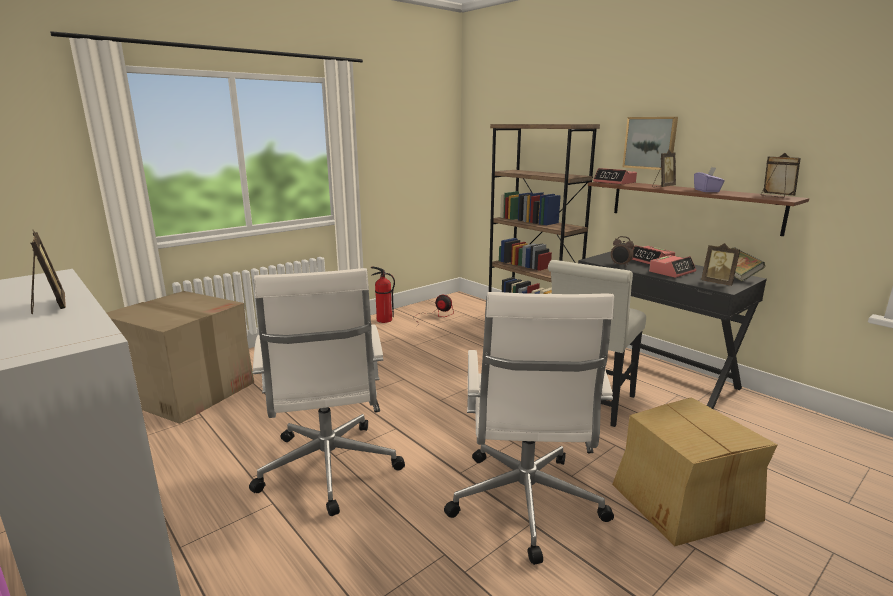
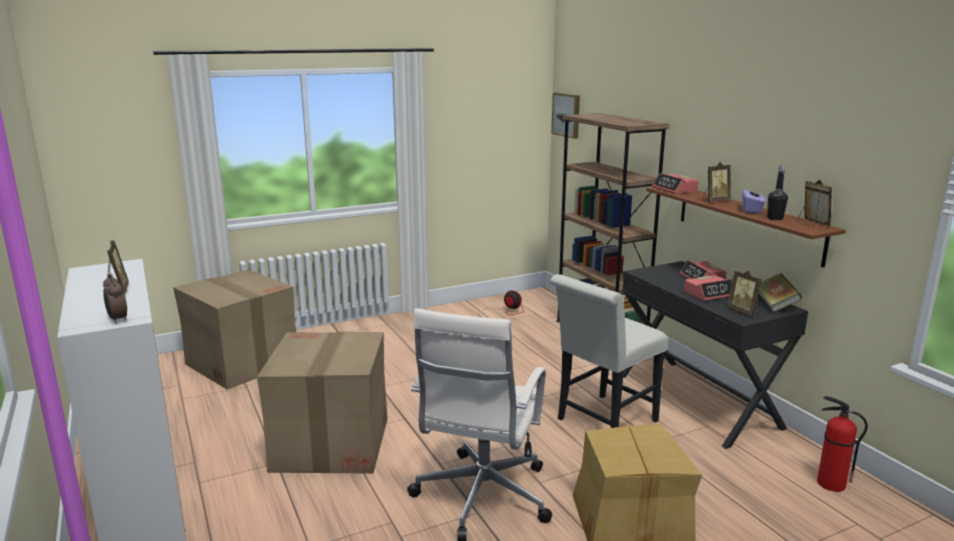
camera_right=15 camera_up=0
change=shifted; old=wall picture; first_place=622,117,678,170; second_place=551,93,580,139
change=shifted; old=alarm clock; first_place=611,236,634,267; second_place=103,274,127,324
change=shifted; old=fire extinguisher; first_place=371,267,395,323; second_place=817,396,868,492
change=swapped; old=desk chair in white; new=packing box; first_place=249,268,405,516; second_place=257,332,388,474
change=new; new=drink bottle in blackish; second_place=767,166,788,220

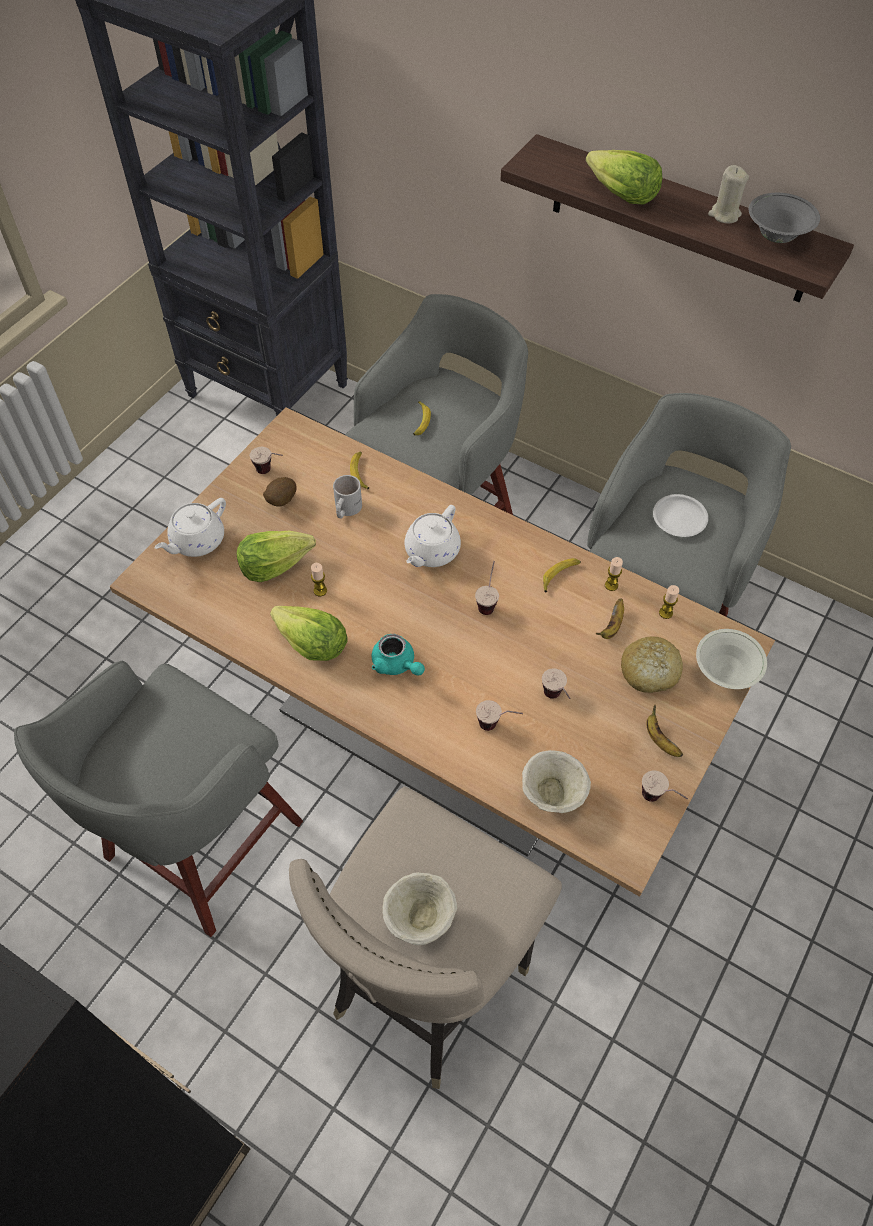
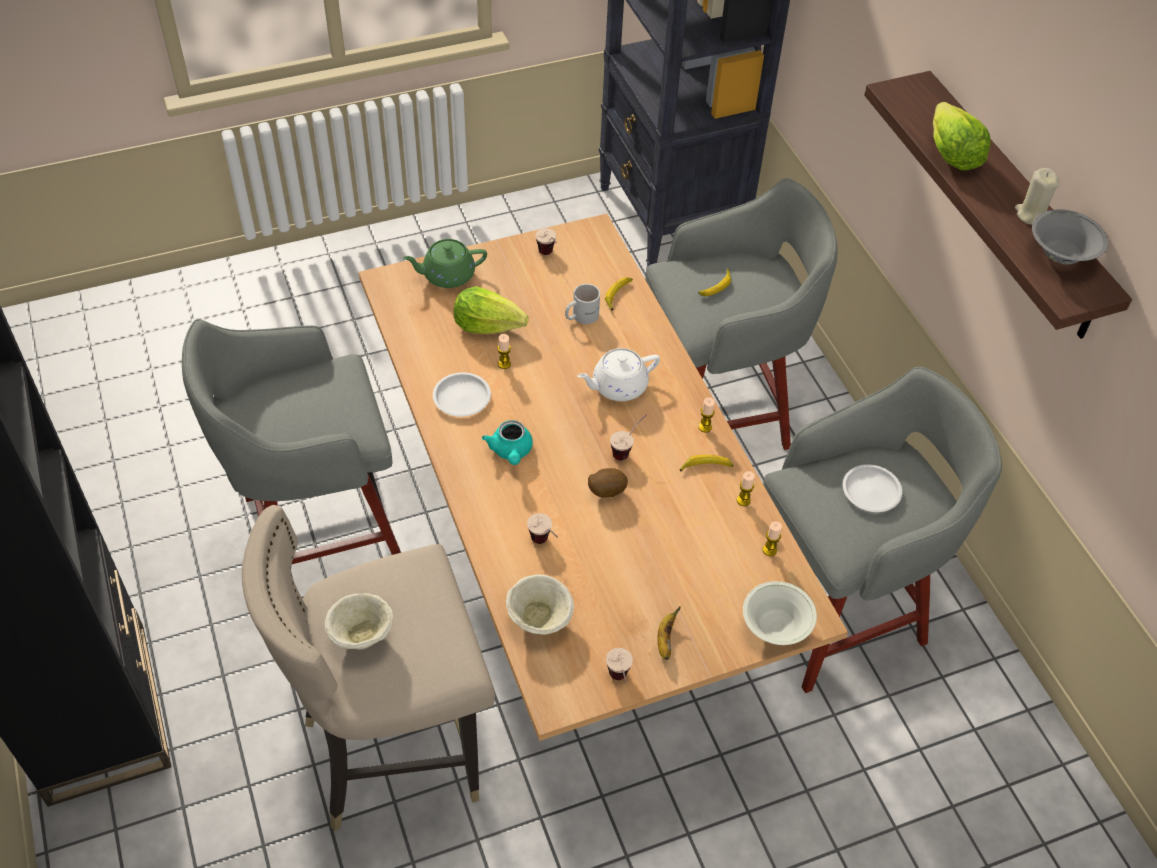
camera_right=35 camera_up=-5
change=shifted; old=potato; first_place=263,477,297,507; second_place=588,468,628,498
change=repainted; old=pot for tea in white; new=pot for tea in green; first_place=154,498,226,557; second_place=403,239,487,288
change=gone; old=whole banana; first_place=596,598,624,639
change=swapped; old=lettuce; new=plate in white; first_place=270,606,347,661; second_place=433,372,491,417
change=gone; old=bread; first_place=621,637,683,693
change=gone; old=cup; first_place=542,668,570,699
change=new; new=wax candle; second_place=698,397,715,433

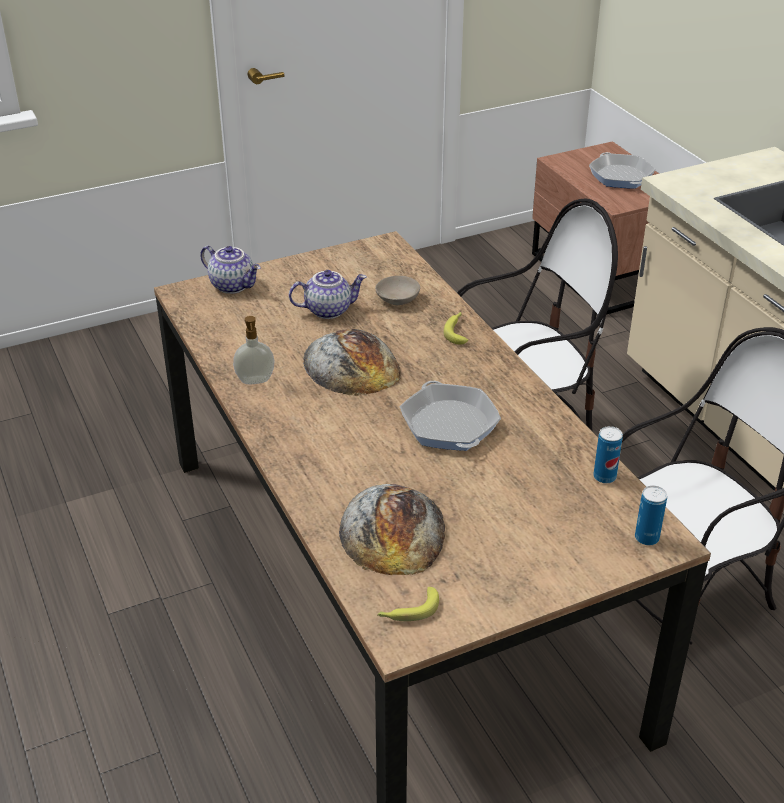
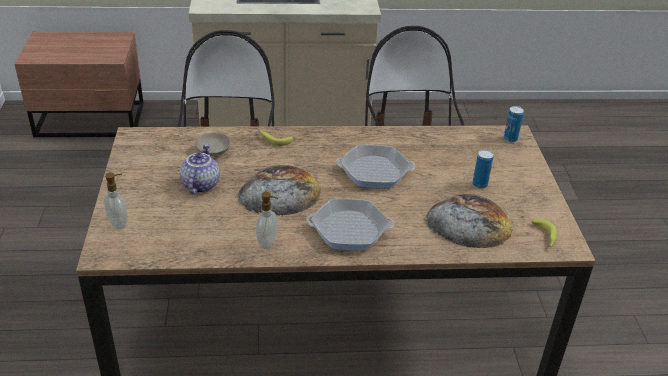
camera_right=-70 camera_up=0
change=shifted; old=pan; first_place=589,152,656,189; second_place=306,198,394,250
change=swapped; old=pot for tea; new=soap dispenser; first_place=200,246,261,294; second_place=104,173,127,230
change=shifted; old=can; first_place=593,426,623,483; second_place=473,150,494,189

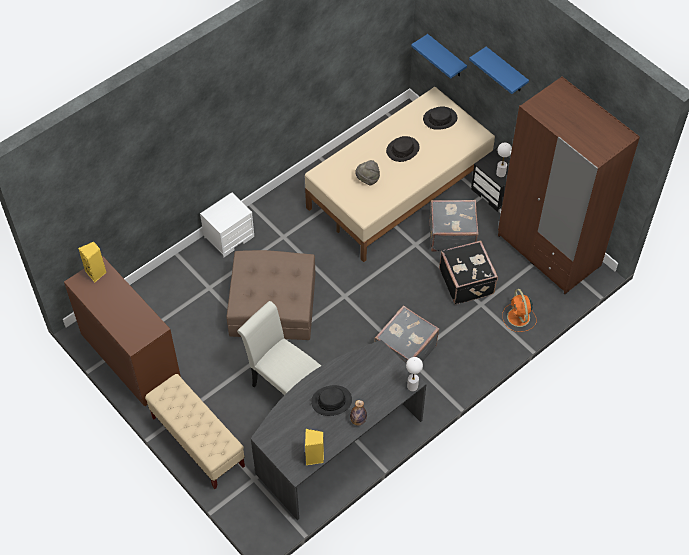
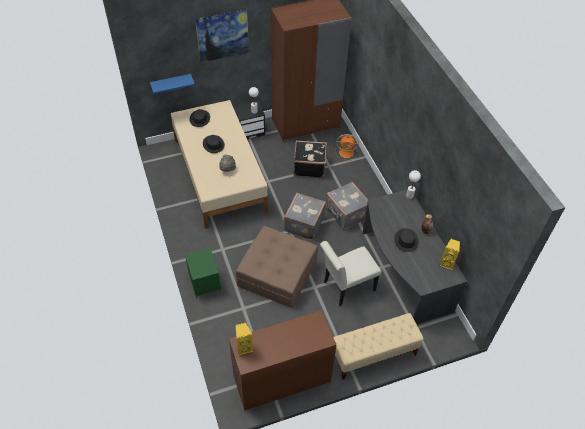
camera_right=-70 camera_up=-5
change=swapped; old=wall shelf in blue-coloured; new=wall picture; first_place=469,47,529,94; second_place=195,9,249,63
change=repainted; old=night table in white; new=night table in green; first_place=200,193,254,257; second_place=185,248,221,298
change=shifted; old=travel case in grey; first_place=430,200,479,252; second_place=284,193,326,240

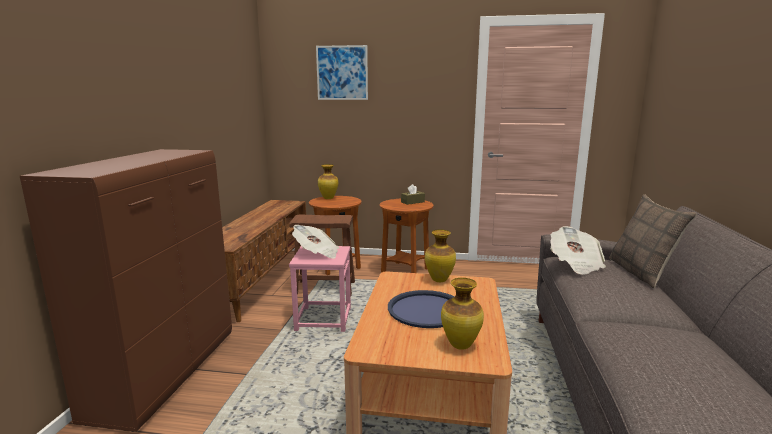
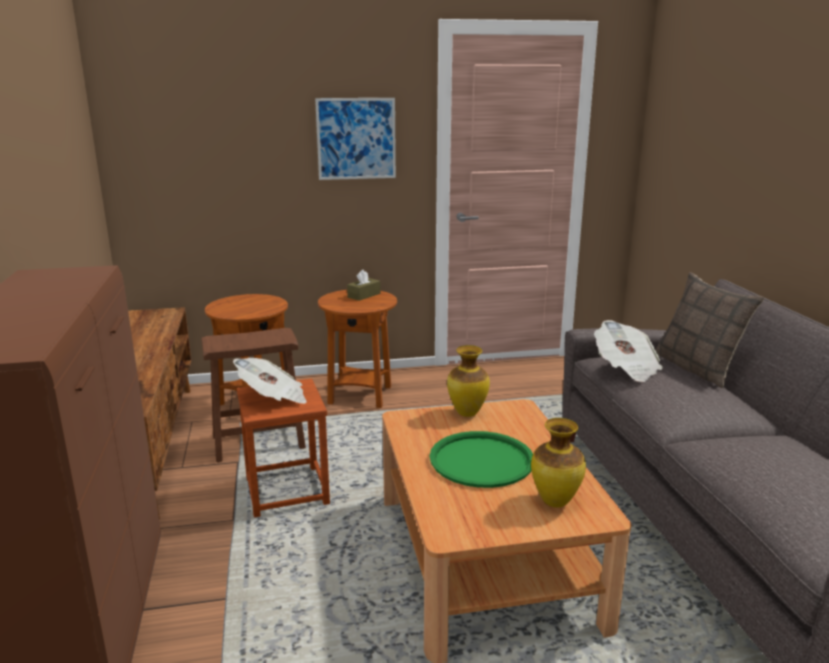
camera_right=-20 camera_up=5
change=shifted; old=wall picture; first_place=316,45,368,100; second_place=315,98,396,180
change=gone; old=decorative vase; first_place=318,164,338,199
change=repainted; old=sitting stool in pink; new=sitting stool in brown-coloured; first_place=289,246,351,332; second_place=237,379,330,518
change=repainted; old=carrying tray in blue-coloured; new=carrying tray in green; first_place=388,290,455,328; second_place=430,431,533,488

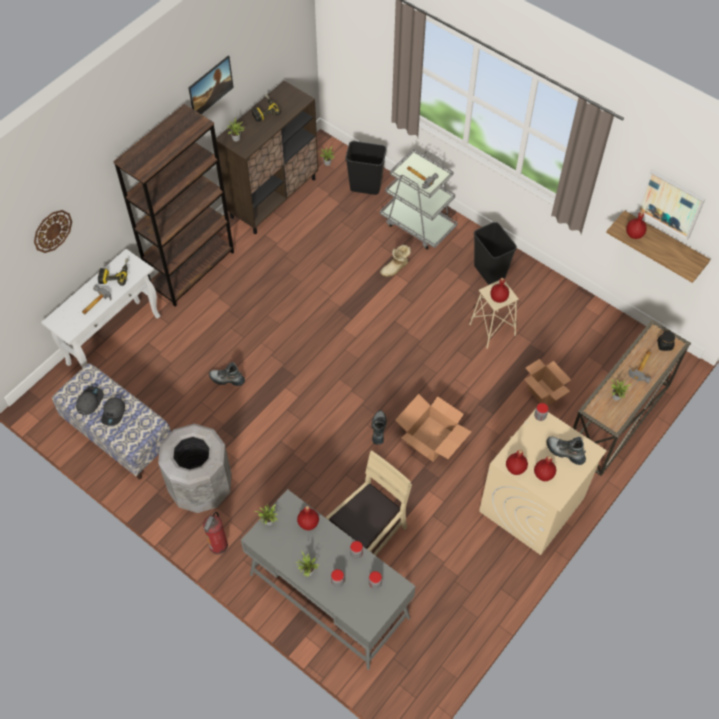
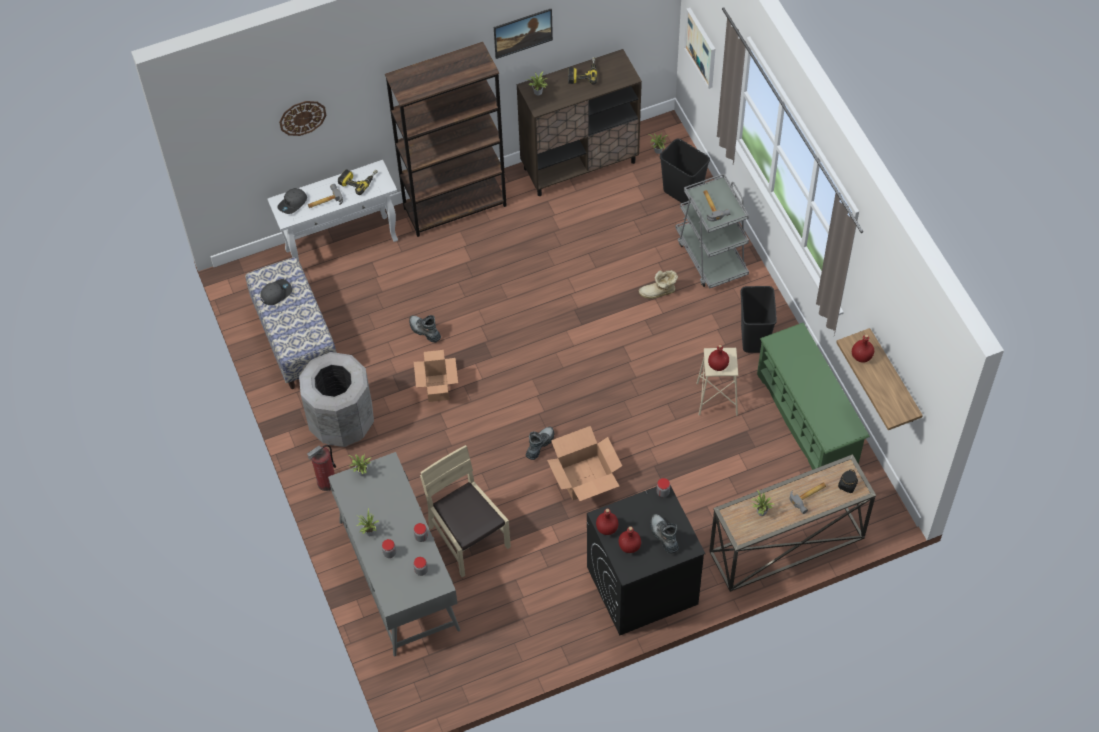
camera_right=30 camera_up=0
change=shifted; old=wall picture; first_place=637,170,705,240; second_place=684,8,715,89
change=shifted; old=packing box; first_place=524,359,571,406; second_place=414,350,458,402
change=shifted; old=peaked cap in grey; first_place=101,397,125,425; second_place=277,188,307,214
change=repainted; old=laundry machine in sand-coloured; new=laundry machine in blackish; first_place=479,409,607,555; second_place=587,485,706,636
change=rotated; old=chair in sand-coloured; first_place=326,450,412,556; second_place=420,445,511,577; degrees=-105
change=gone; old=drink bottle in red-coloured; first_place=297,506,319,530
change=new; new=shoe stand in green; second_place=757,323,870,470

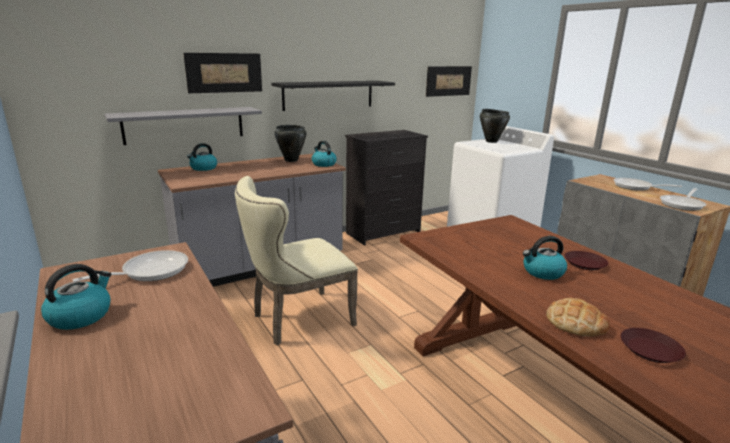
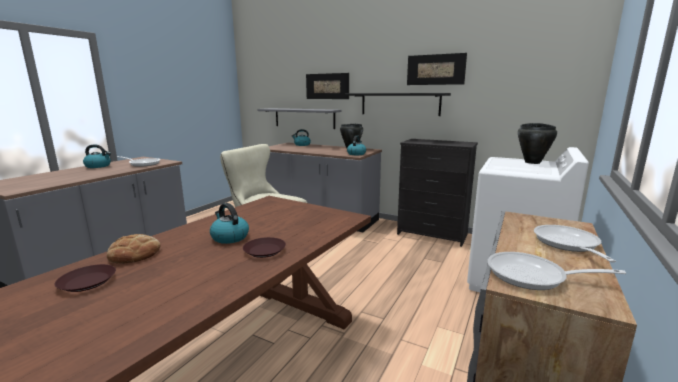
camera_right=60 camera_up=-5
change=shifted; old=wall picture; first_place=426,66,472,97; second_place=407,53,467,85

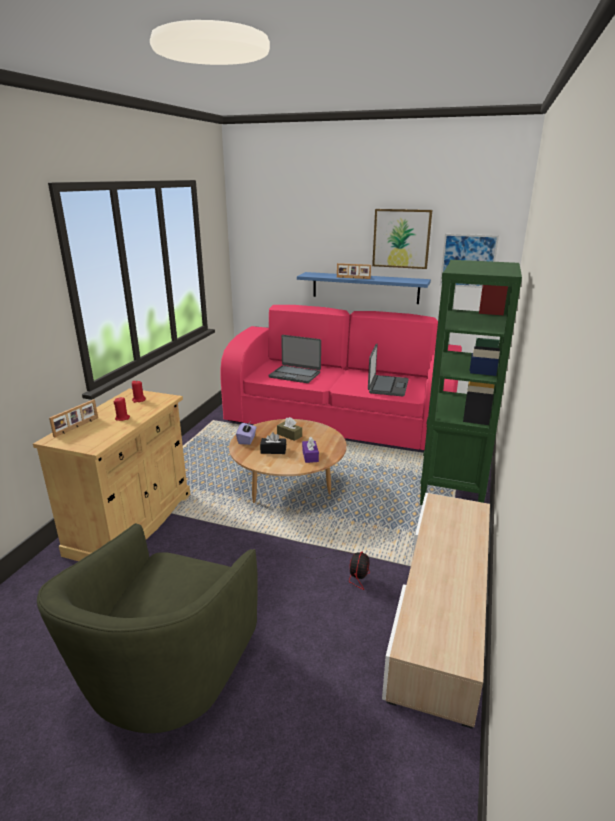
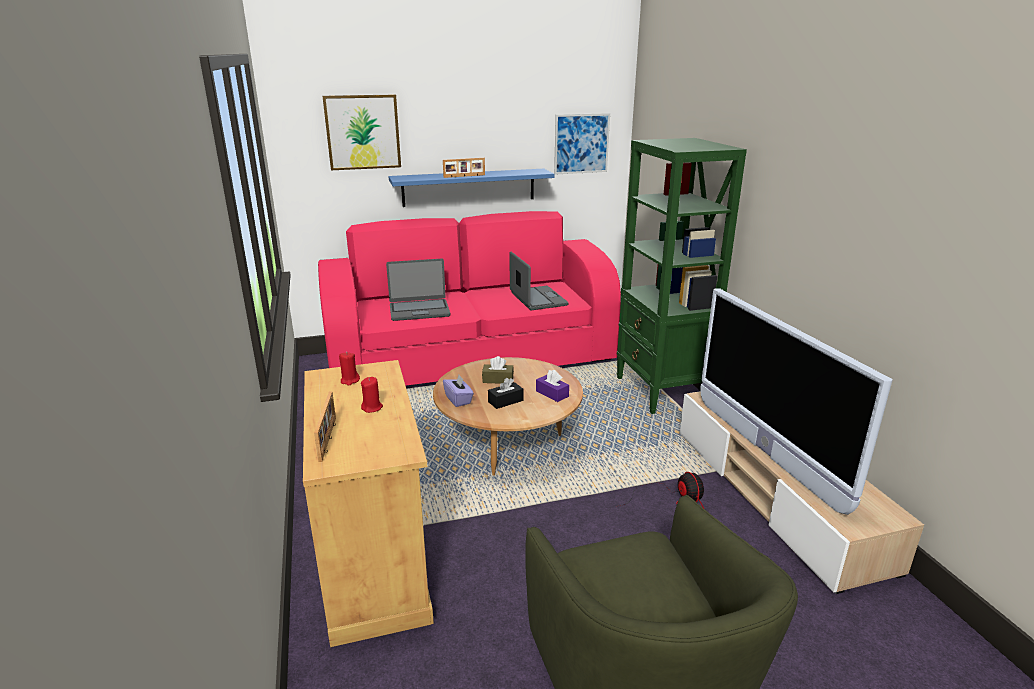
camera_right=-35 camera_up=0
change=shifted; old=wall picture; first_place=372,209,432,269; second_place=323,94,401,170
change=new; new=TV set; second_place=700,288,893,515

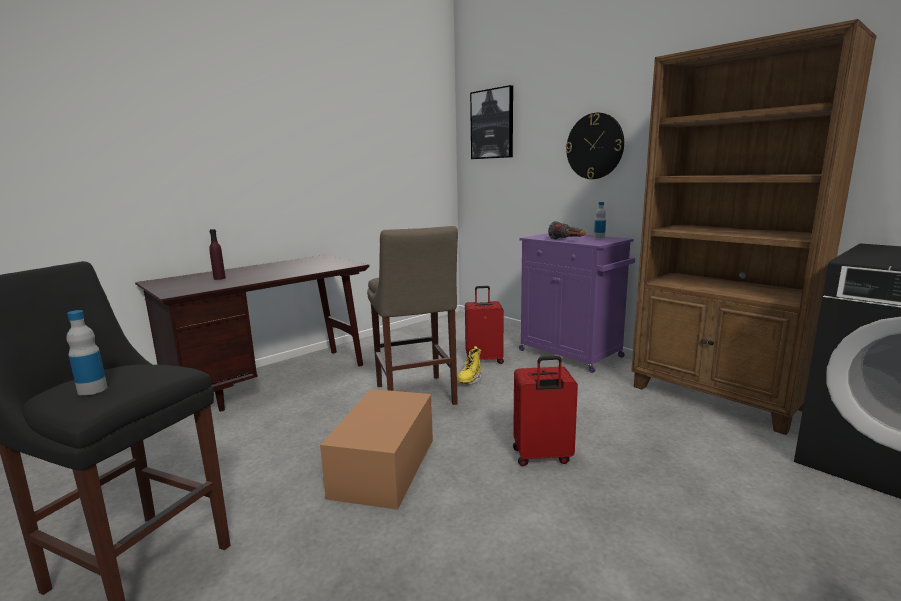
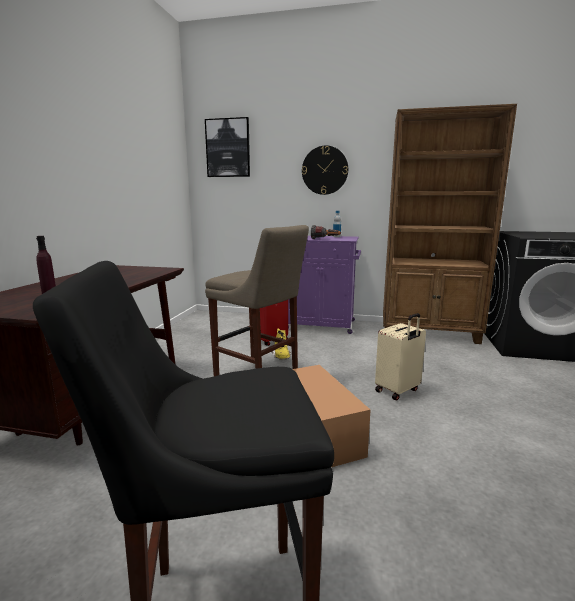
camera_right=-35 camera_up=0
change=gone; old=drink bottle; first_place=67,310,107,396
change=repainted; old=travel case in red-coloured; new=travel case in sand-coloured; first_place=513,356,578,466; second_place=375,313,426,400

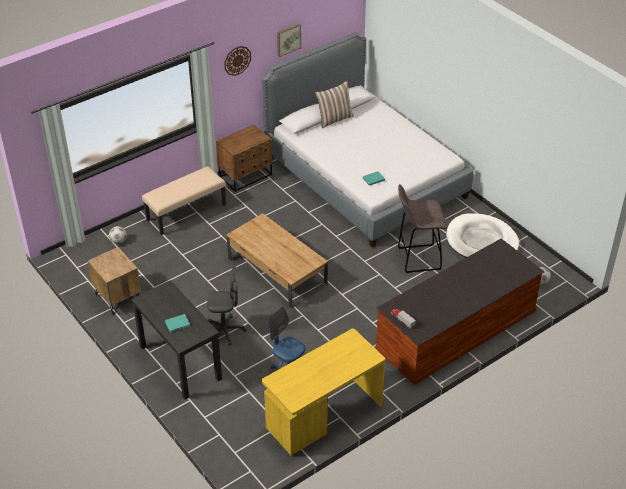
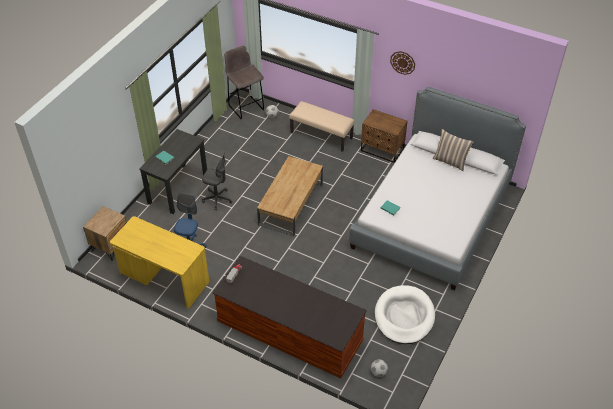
camera_right=65 camera_up=5
change=gone; old=wall picture; first_place=277,24,301,57
change=shifted; old=sitting stool in grey; first_place=398,184,447,273; second_place=224,46,264,119
change=shifted; old=night table in brown-coloured; first_place=88,247,141,315; second_place=83,206,127,261
change=rotated; old=desk chair in grey; first_place=207,264,246,346; second_place=202,153,232,210; degrees=-45

